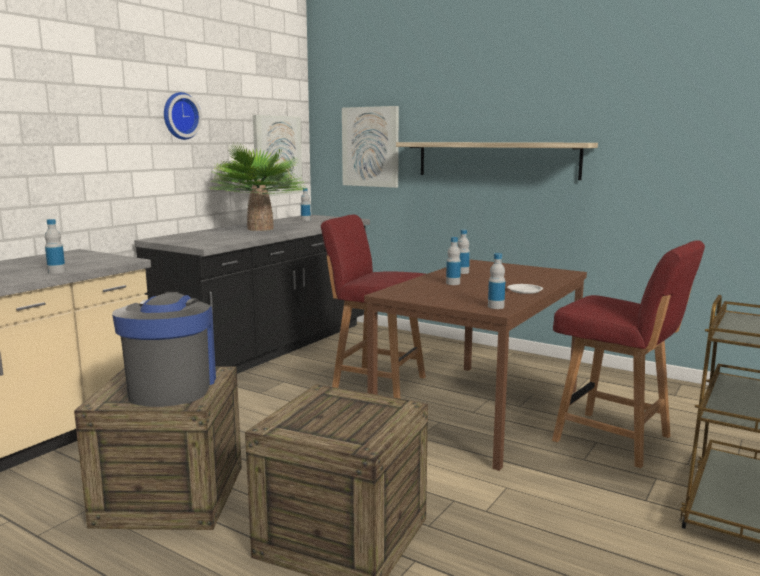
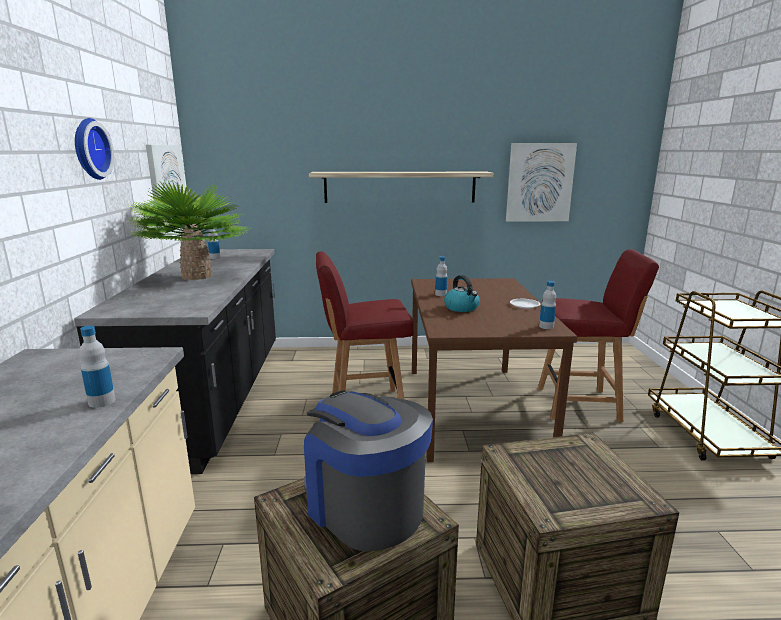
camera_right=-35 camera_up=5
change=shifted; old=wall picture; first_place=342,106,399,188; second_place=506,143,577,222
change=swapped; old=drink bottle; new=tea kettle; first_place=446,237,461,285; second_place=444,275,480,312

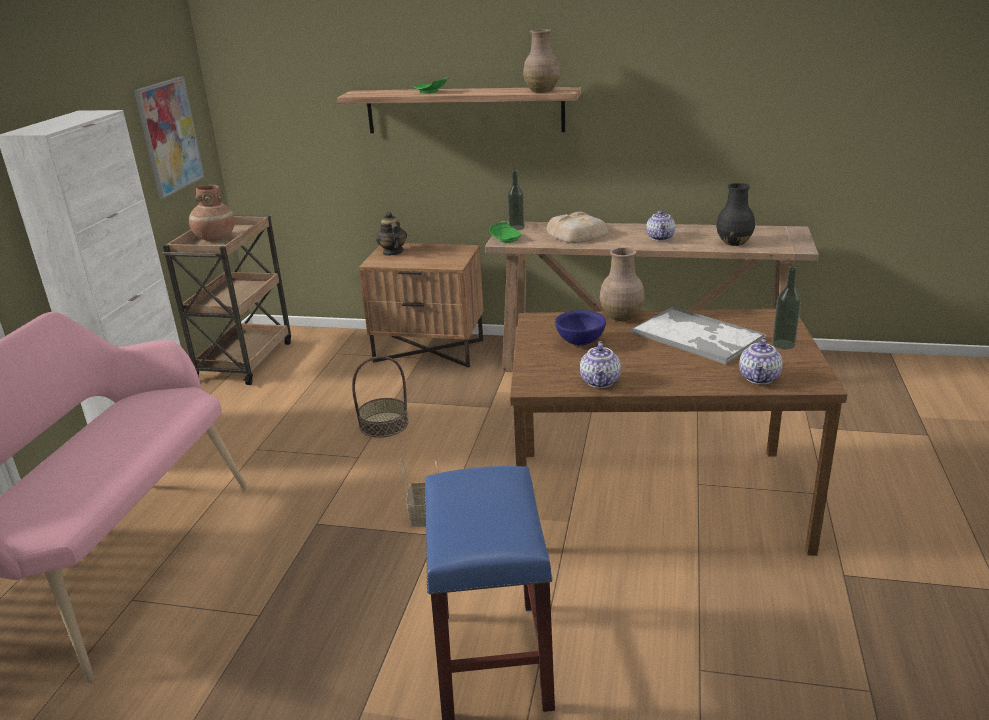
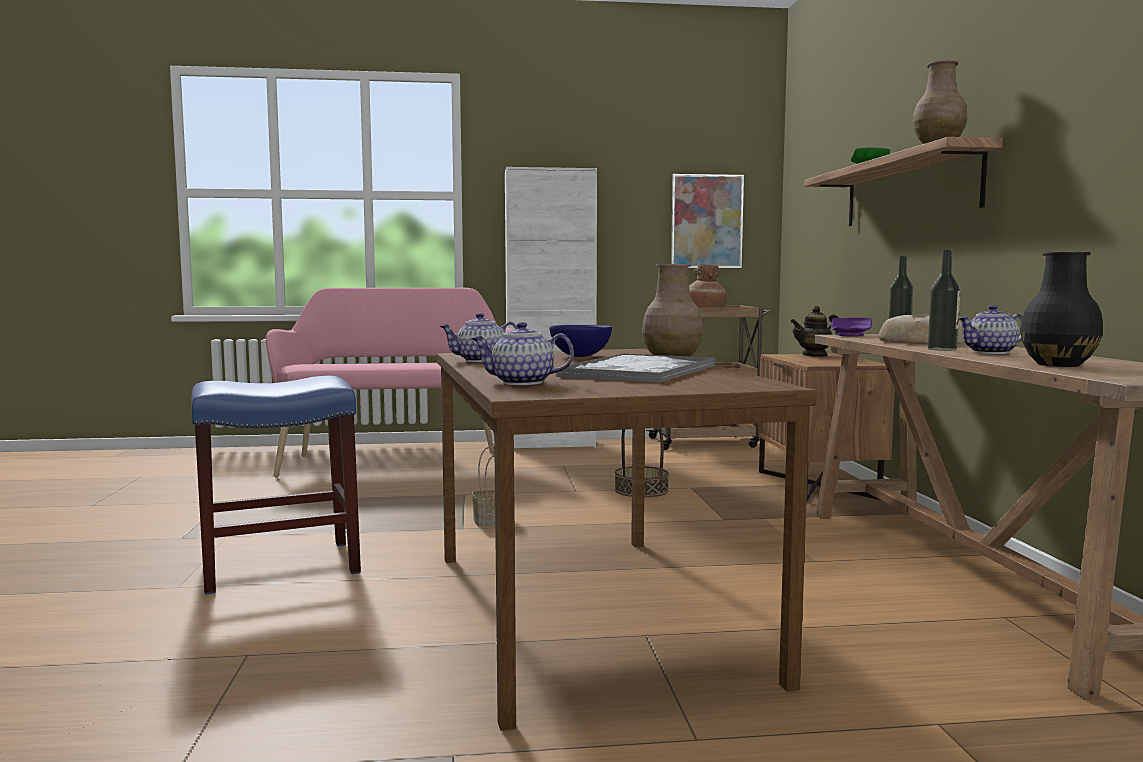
camera_right=70 camera_up=-20
change=rotated; old=pot for tea; first_place=376,211,407,256; second_place=790,306,839,357; degrees=-150
change=repainted; old=plate in green; new=plate in purplish; first_place=489,222,523,243; second_place=831,318,872,337
change=shifted; old=drink bottle; first_place=772,267,801,349; second_place=928,249,960,351

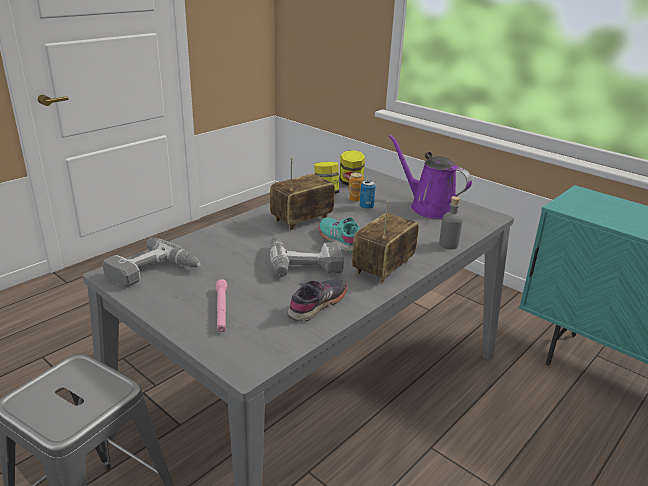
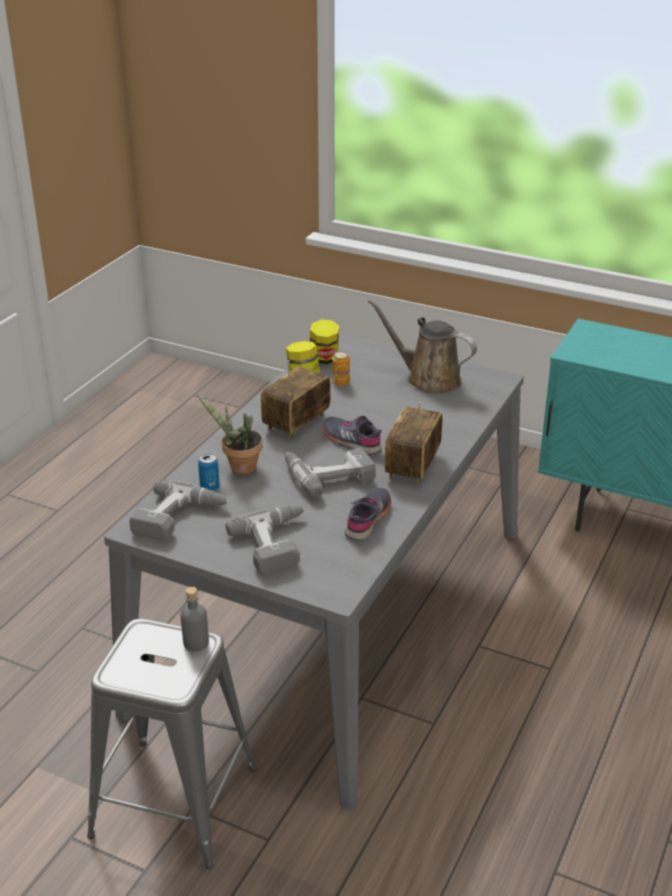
camera_right=-15 camera_up=5
change=repainted; old=watering pot in purplish; new=watering pot in brown-coloured; first_place=389,135,472,219; second_place=368,299,477,394
change=shifted; old=can; first_place=360,180,376,210; second_place=198,454,220,491
change=shifted; old=drink bottle in grey; first_place=439,196,463,249; second_place=180,587,209,652
change=repainted; old=shoe in blue-green; new=shoe in grey; first_place=318,217,360,253; second_place=322,415,382,455
change=swapped; old=torch in pink; new=power drill; first_place=216,279,227,332; second_place=226,506,305,576
change=new; new=houseplant; second_place=198,395,263,475

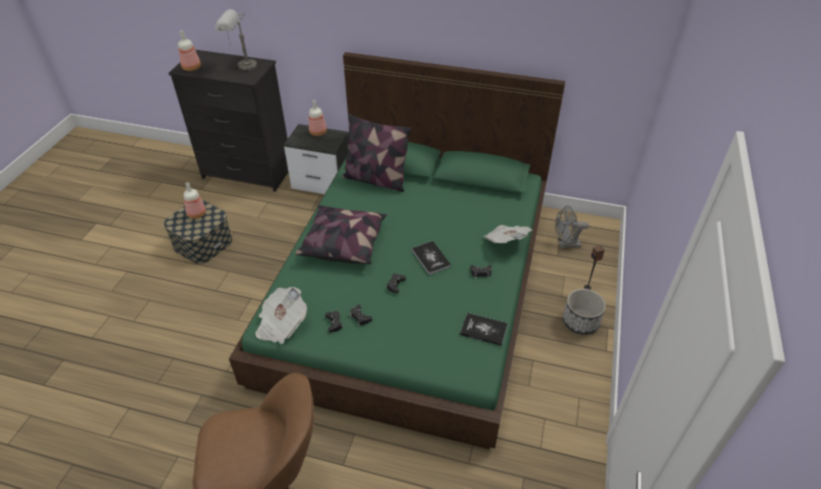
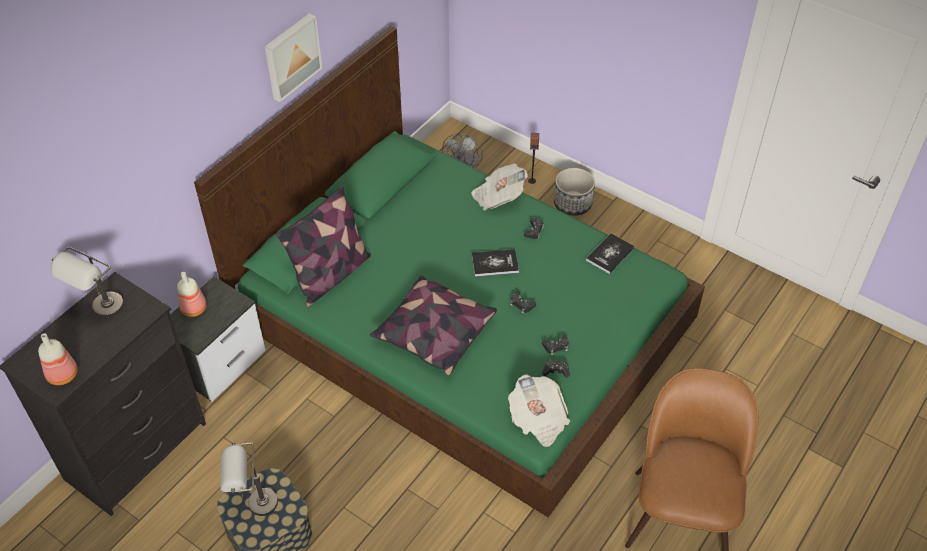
camera_right=-70 camera_up=5
change=swapped; old=drink bottle; new=lamp for a table in grey; first_place=184,182,206,219; second_place=220,442,278,516
change=new; new=wall picture; second_place=265,13,322,102

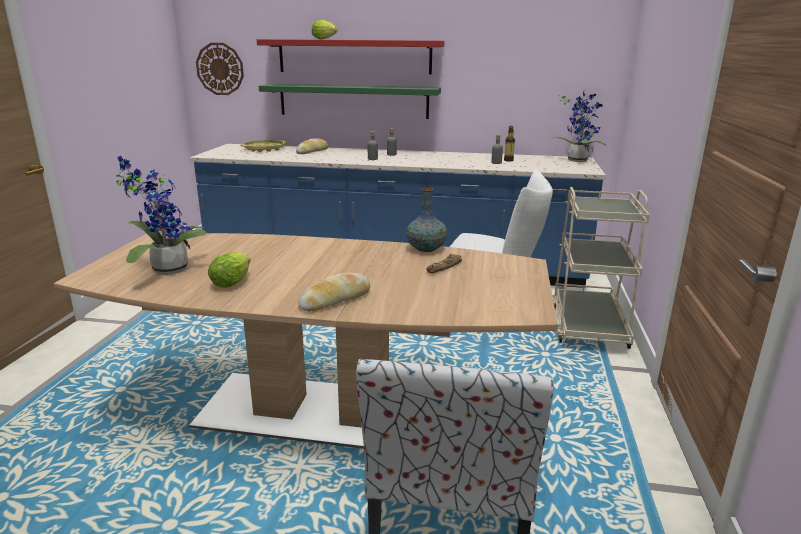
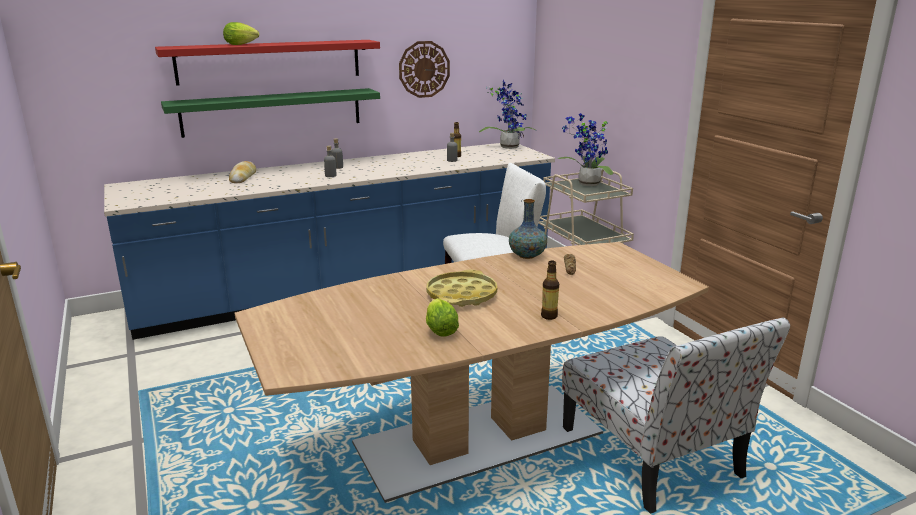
camera_right=-35 camera_up=0
change=shifted; old=hanging clock; first_place=196,43,244,95; second_place=399,41,450,98
change=shifted; old=carrying tray in yellow; first_place=241,140,287,152; second_place=427,270,497,307
change=shifted; old=houseplant; first_place=116,156,206,275; second_place=558,113,613,186
change=swapped; old=bread; new=drink bottle; first_place=298,273,370,312; second_place=541,260,559,320

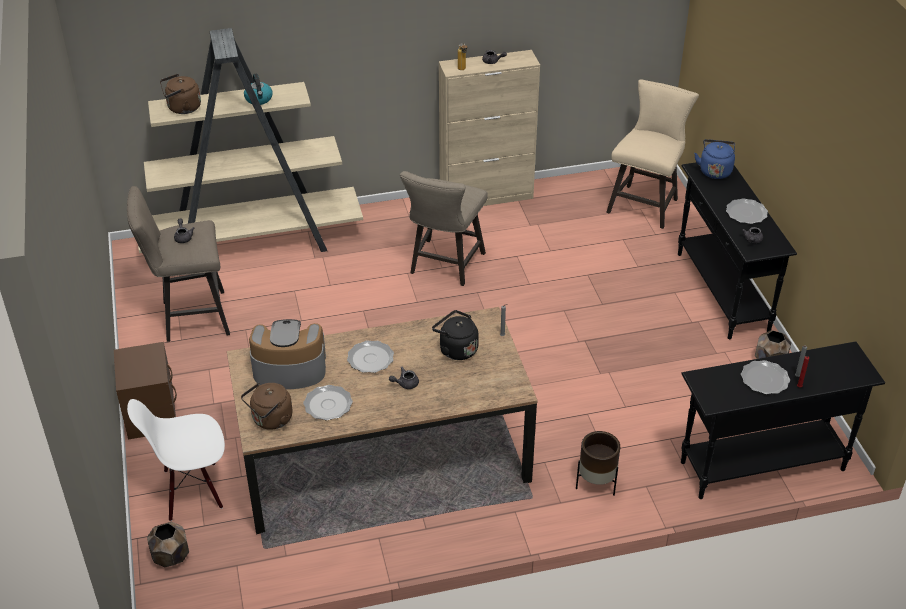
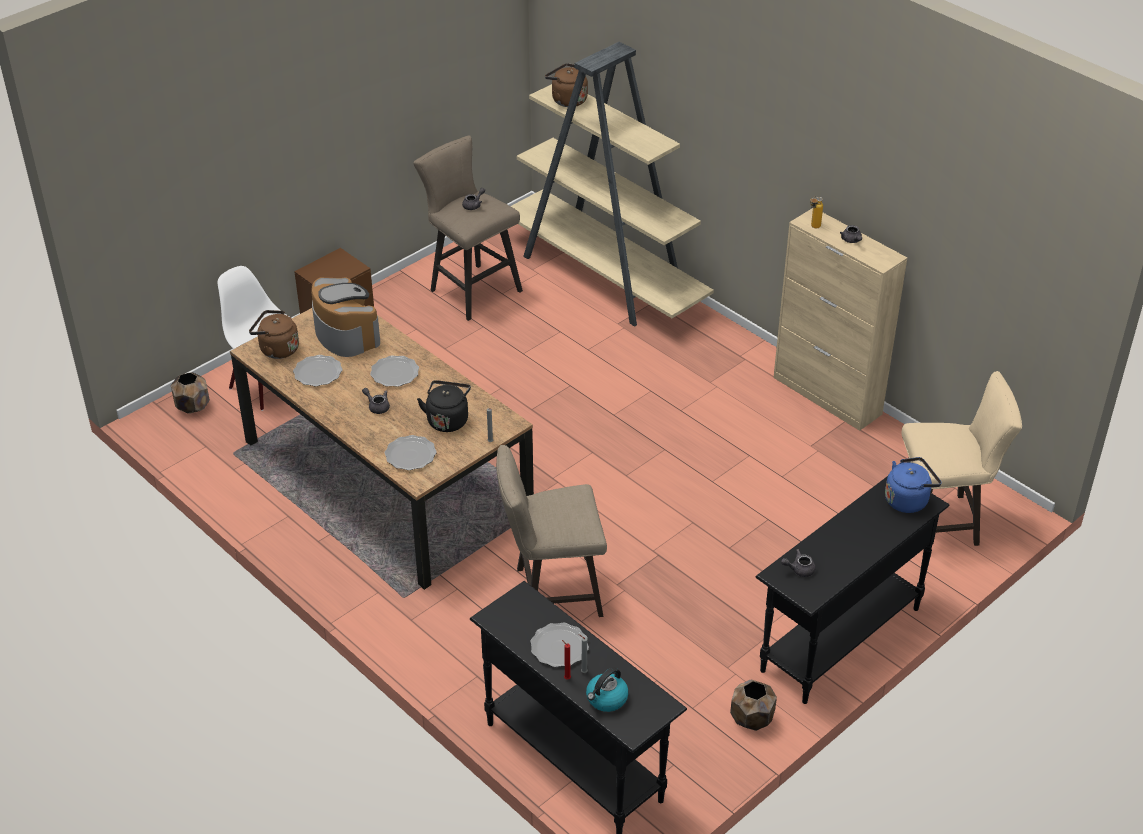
camera_right=60 camera_up=0
change=shifted; old=tea kettle; first_place=244,74,273,105; second_place=586,667,629,712
change=shifted; old=sitting stool in sand-coloured; first_place=400,171,488,286; second_place=496,445,607,617
change=shifted; old=plate; first_place=726,198,768,224; second_place=384,435,437,470
change=gone; old=plant pot in brown-coloured; first_place=576,431,620,496

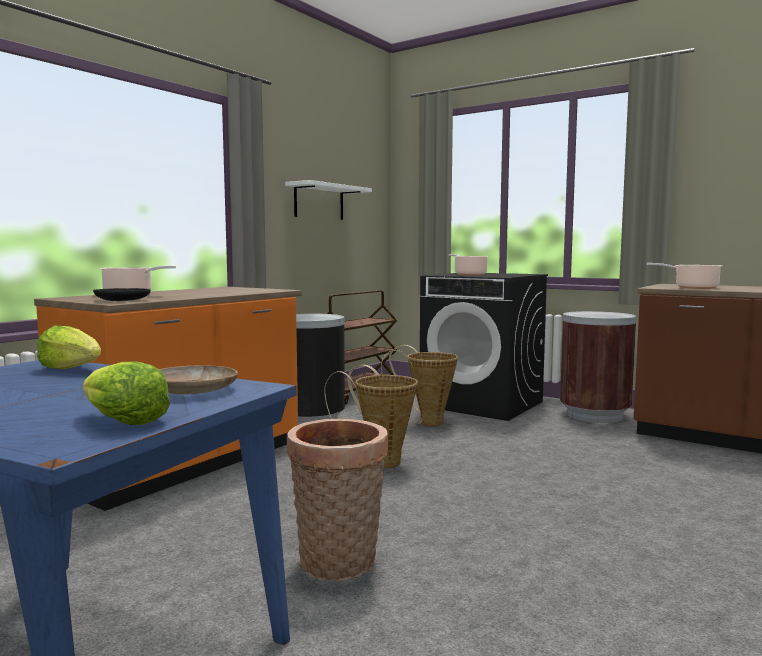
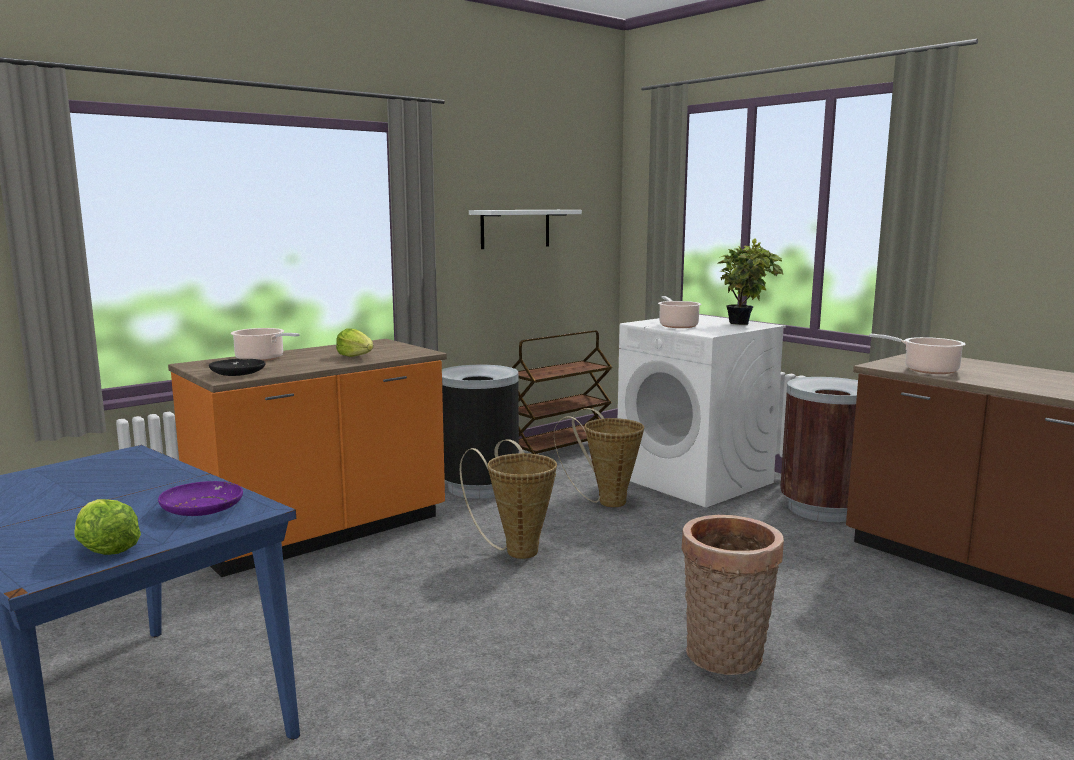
camera_right=15 camera_up=5
change=repainted; old=laundry machine in blackish; new=laundry machine in white; first_place=420,273,548,421; second_place=618,315,786,508
change=shifted; old=lettuce; first_place=37,326,101,369; second_place=336,328,373,357
change=repainted; old=plate in sand-coloured; new=plate in purplish; first_place=159,365,238,394; second_place=158,481,243,516
change=shifted; old=basket; first_place=287,419,388,580; second_place=682,515,784,675
change=new; new=houseplant; second_place=718,238,783,325

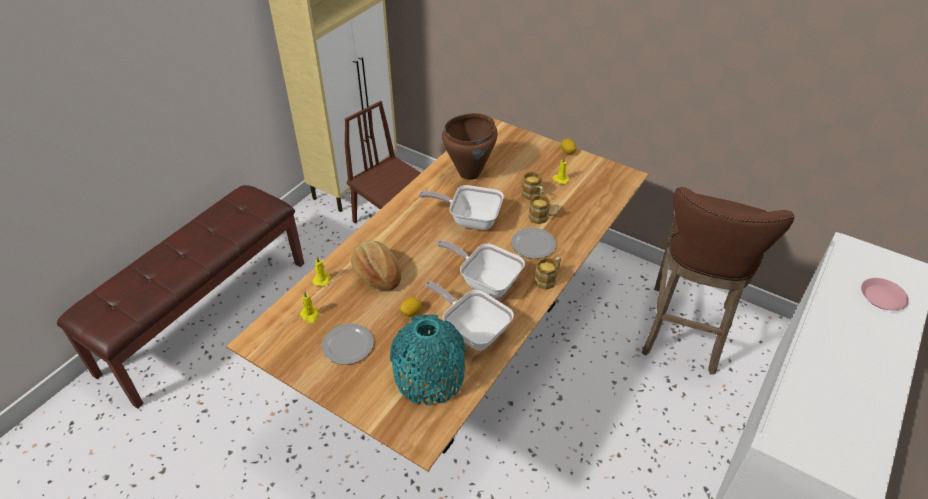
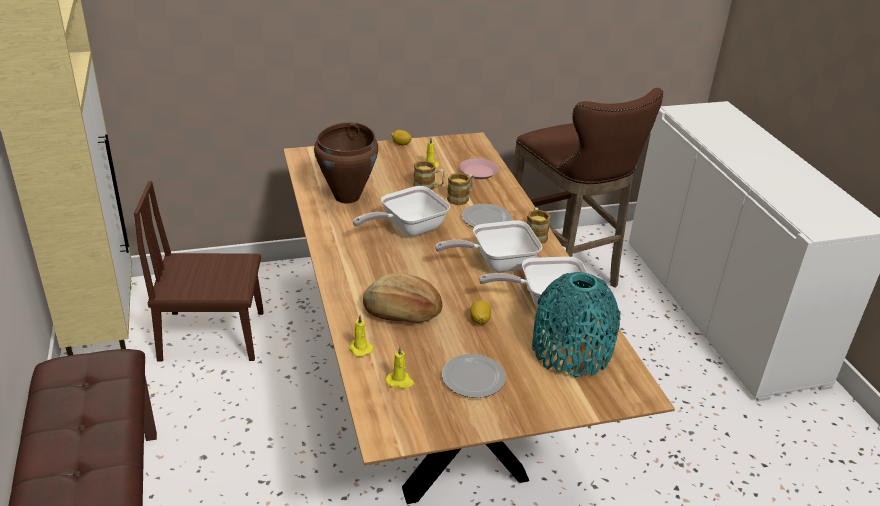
camera_right=-50 camera_up=-10
change=shifted; old=plate in pink; first_place=861,278,909,311; second_place=459,158,498,179

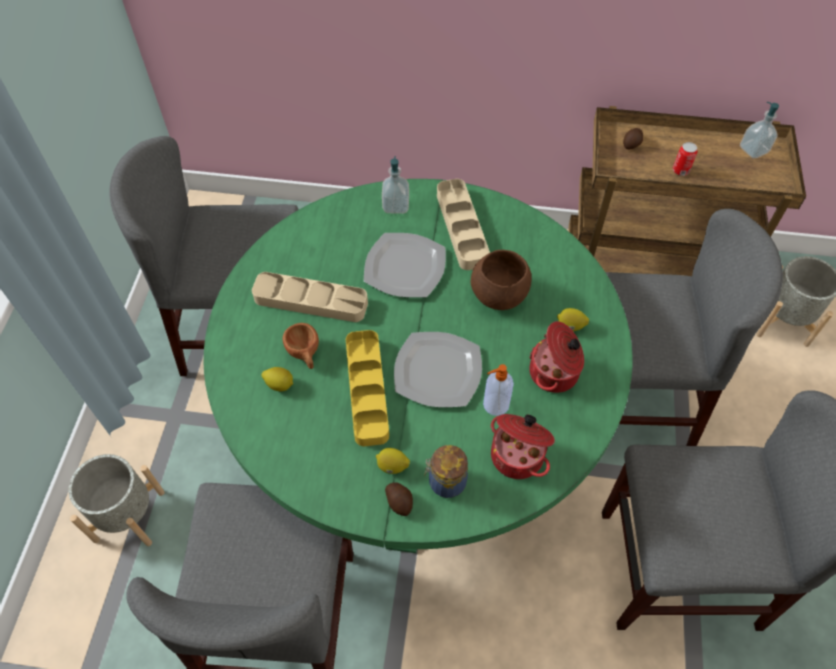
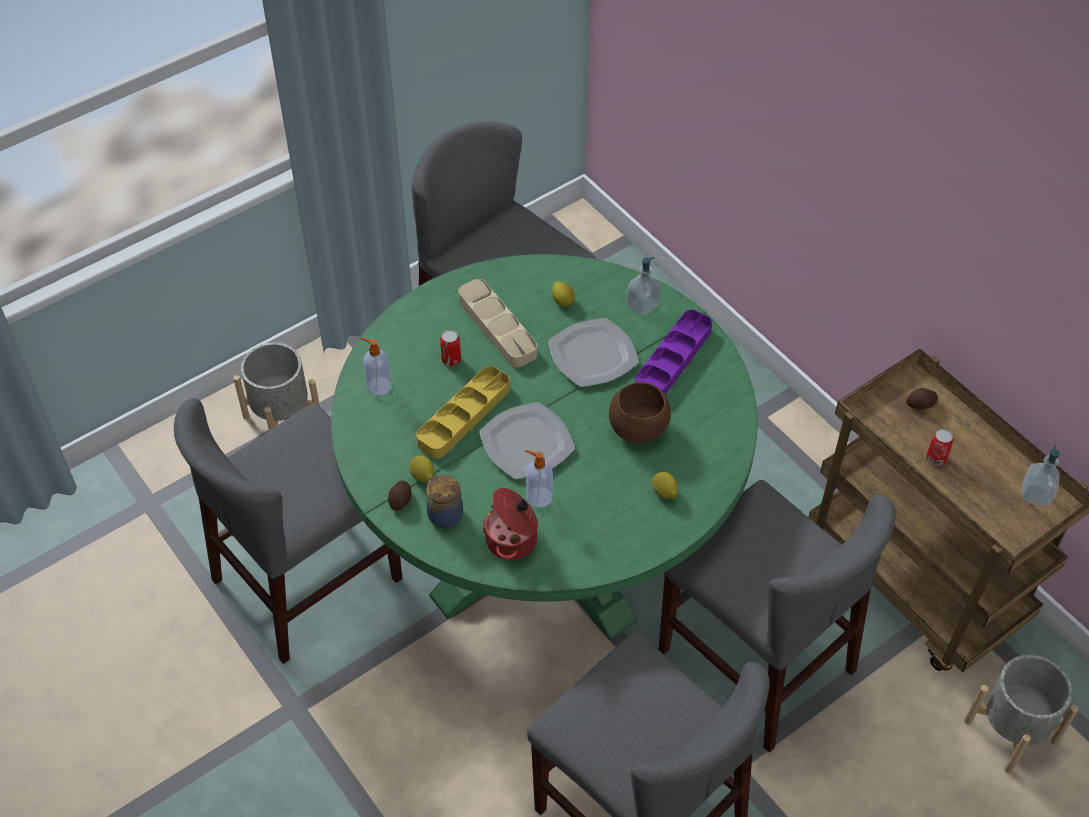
camera_right=45 camera_up=-5
change=repainted; old=carrying tray in sand-coloured; new=carrying tray in purplish; first_place=437,179,490,270; second_place=635,310,712,395
change=gone; old=saucepot; first_place=529,321,584,393
change=swapped; old=cup in brown-coloured; new=can; first_place=283,323,319,369; second_place=440,330,461,366
change=shifted; old=whole lemon; first_place=262,367,293,391; second_place=552,281,575,307
change=new; new=soap dispenser; second_place=360,337,391,396

